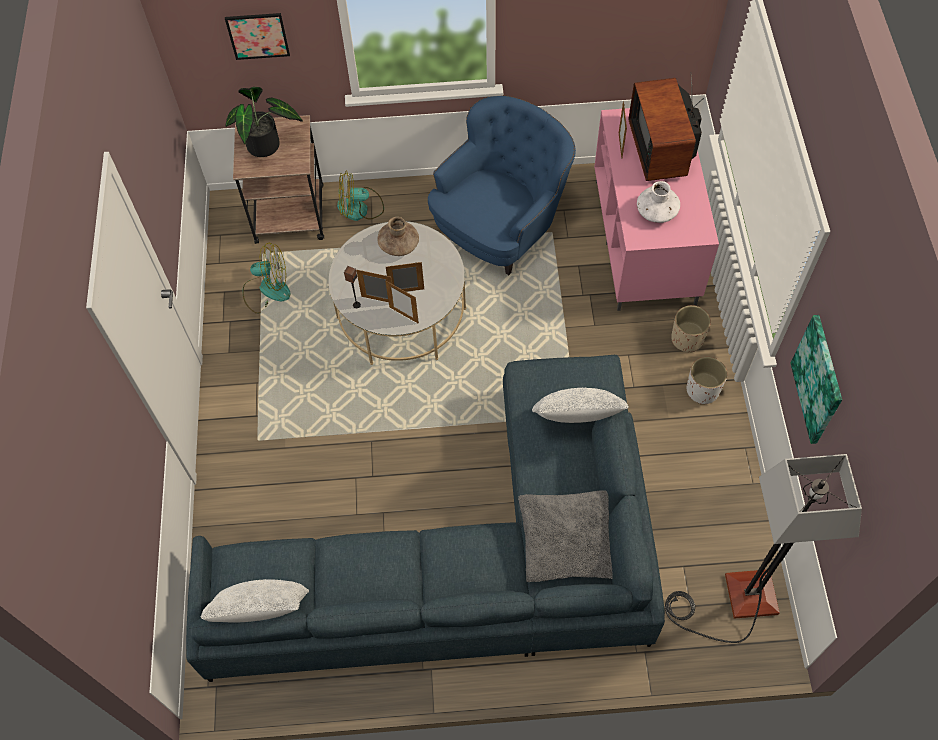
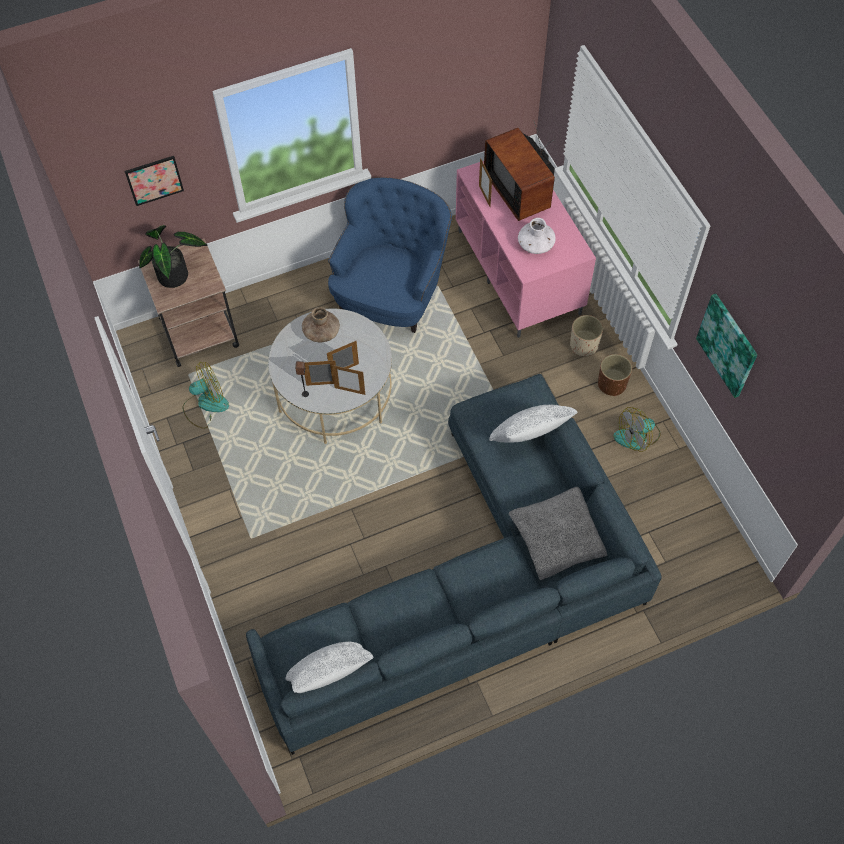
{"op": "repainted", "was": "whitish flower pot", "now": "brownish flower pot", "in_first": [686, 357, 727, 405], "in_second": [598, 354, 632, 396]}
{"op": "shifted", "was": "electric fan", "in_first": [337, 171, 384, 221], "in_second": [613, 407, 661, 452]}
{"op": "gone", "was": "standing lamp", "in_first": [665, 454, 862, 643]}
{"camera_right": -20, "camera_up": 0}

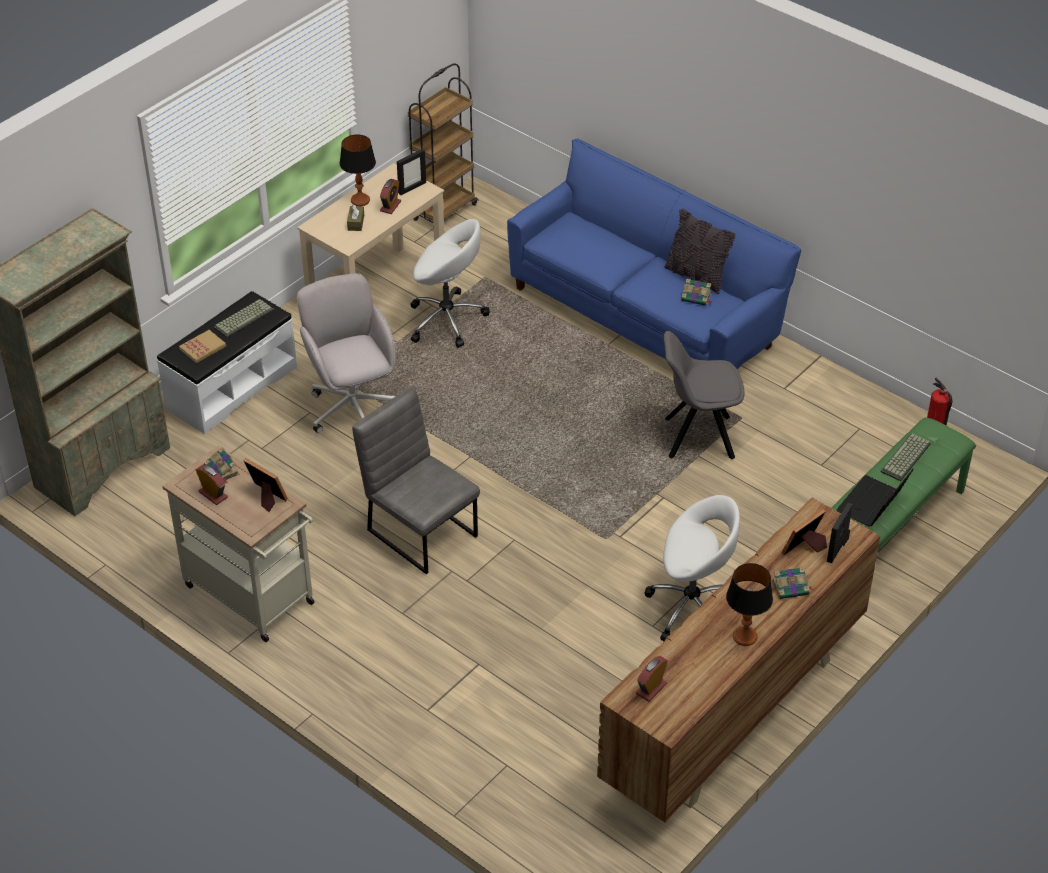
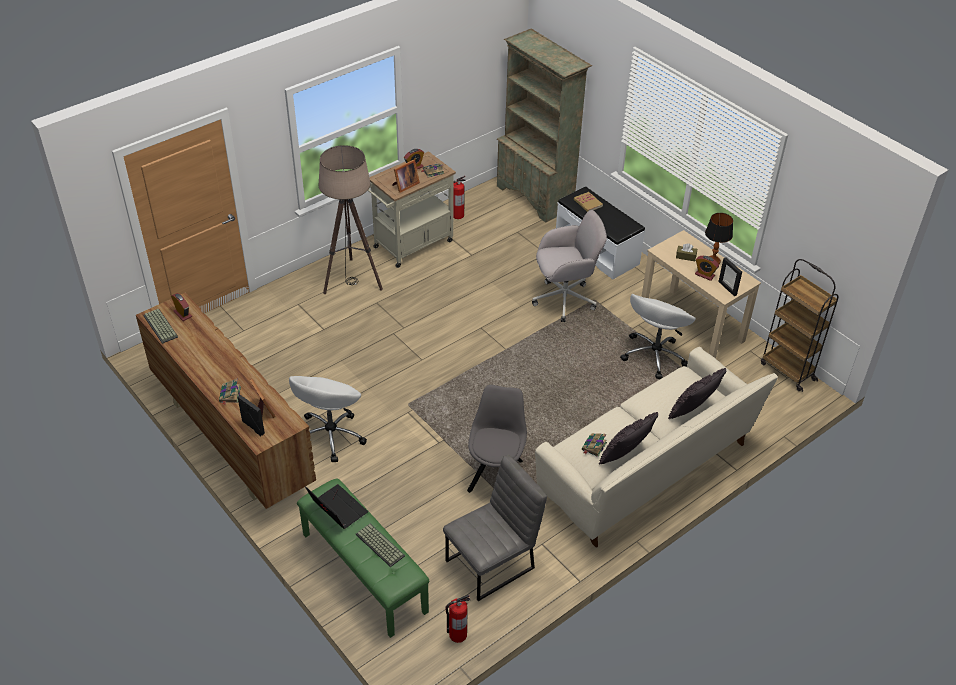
{"op": "shifted", "was": "PC keyboard", "in_first": [214, 299, 274, 338], "in_second": [143, 309, 178, 344]}
{"op": "new", "now": "standing lamp", "in_second": [319, 145, 383, 294]}
{"op": "shifted", "was": "greyish upright chair", "in_first": [352, 388, 480, 574], "in_second": [443, 455, 547, 601]}
{"op": "new", "now": "fire-fighting cylinder", "in_second": [453, 176, 466, 219]}
{"op": "repainted", "was": "blue-coloured couch", "now": "sand-coloured couch", "in_first": [507, 139, 801, 369], "in_second": [535, 347, 778, 548]}
{"op": "new", "now": "black pillow", "in_second": [668, 368, 727, 419]}
{"op": "gone", "was": "table lamp", "in_first": [726, 563, 773, 646]}
{"camera_right": 100, "camera_up": 0}

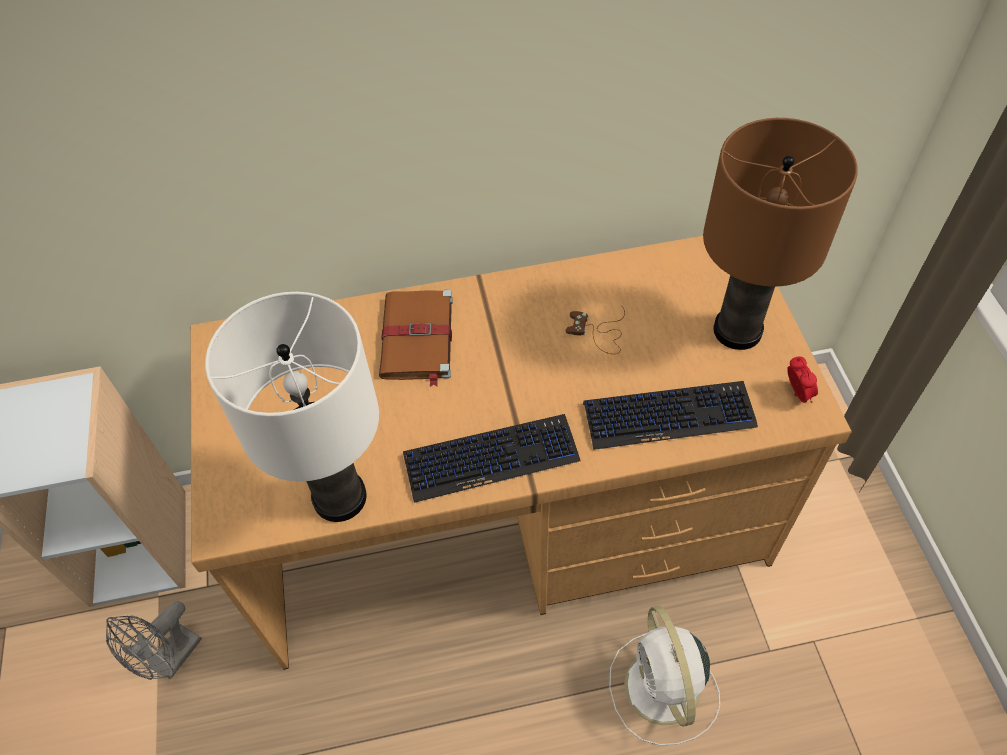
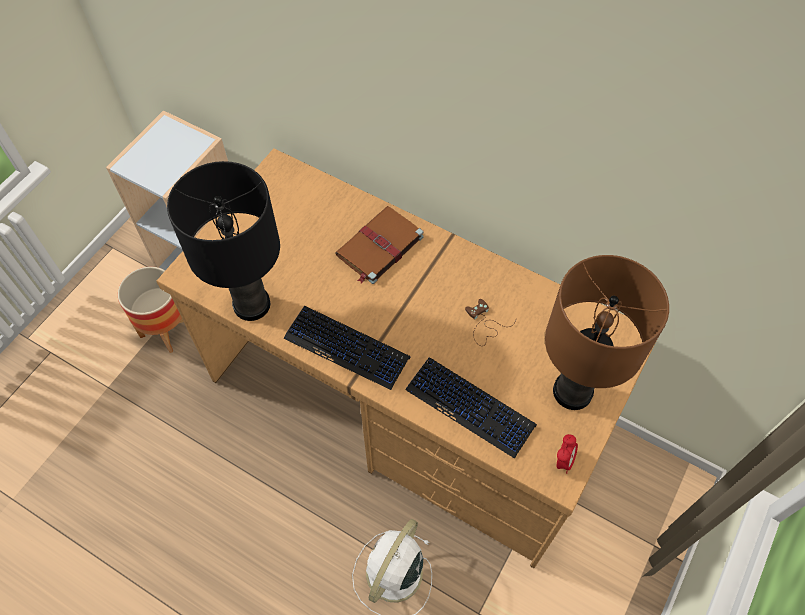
{"op": "swapped", "was": "greyish electric fan", "now": "flower pot", "in_first": [106, 601, 202, 680], "in_second": [118, 267, 184, 353]}
{"op": "repainted", "was": "whitish table lamp", "now": "black table lamp", "in_first": [205, 292, 379, 522], "in_second": [167, 161, 280, 321]}
{"camera_right": 40, "camera_up": 5}

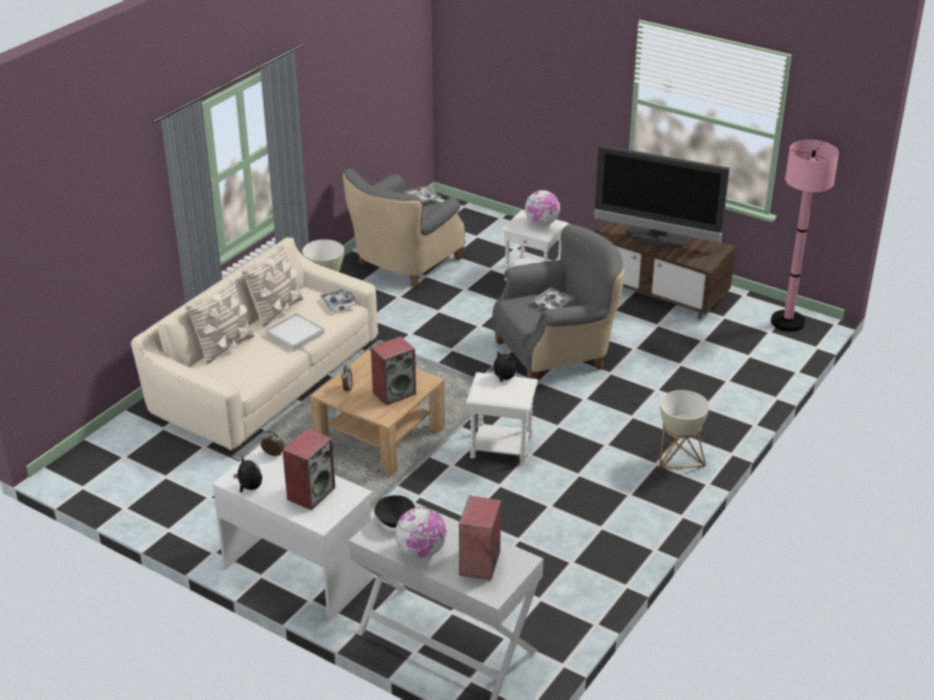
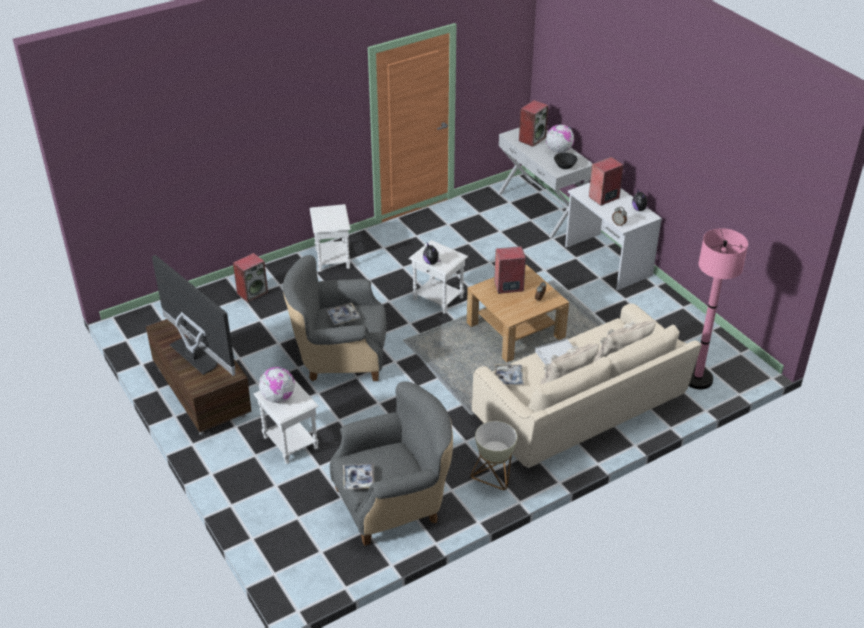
{"op": "new", "now": "loudspeaker", "in_second": [233, 253, 268, 302]}
{"op": "swapped", "was": "flower pot", "now": "whitish end table", "in_first": [659, 390, 709, 469], "in_second": [310, 204, 351, 272]}
{"op": "shifted", "was": "pink-coloured standing lamp", "in_first": [771, 140, 839, 332], "in_second": [689, 228, 748, 389]}
{"camera_right": -155, "camera_up": 5}

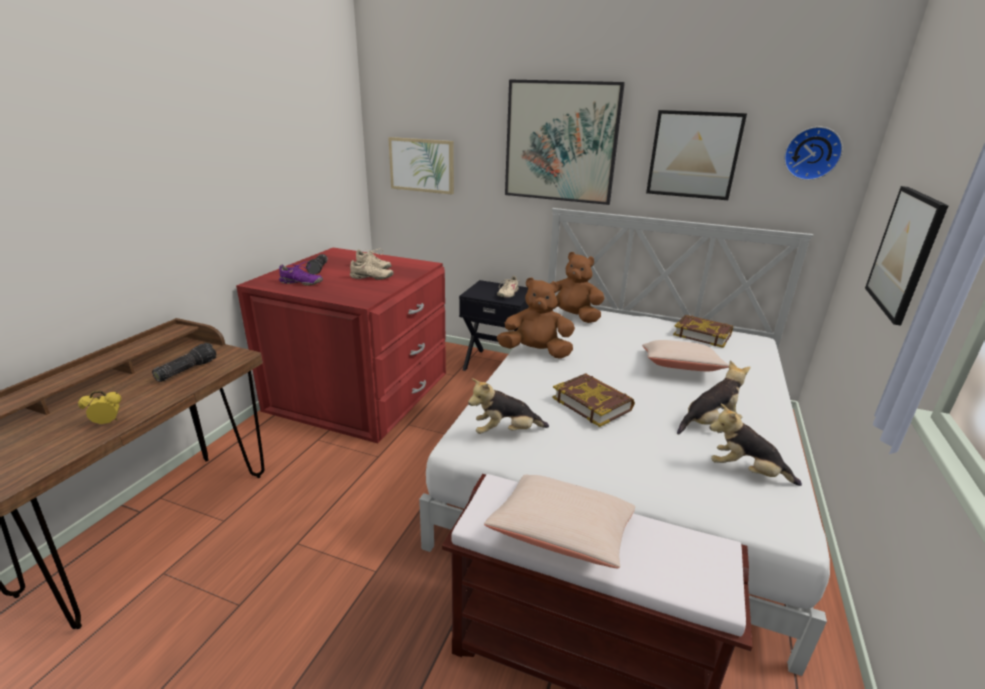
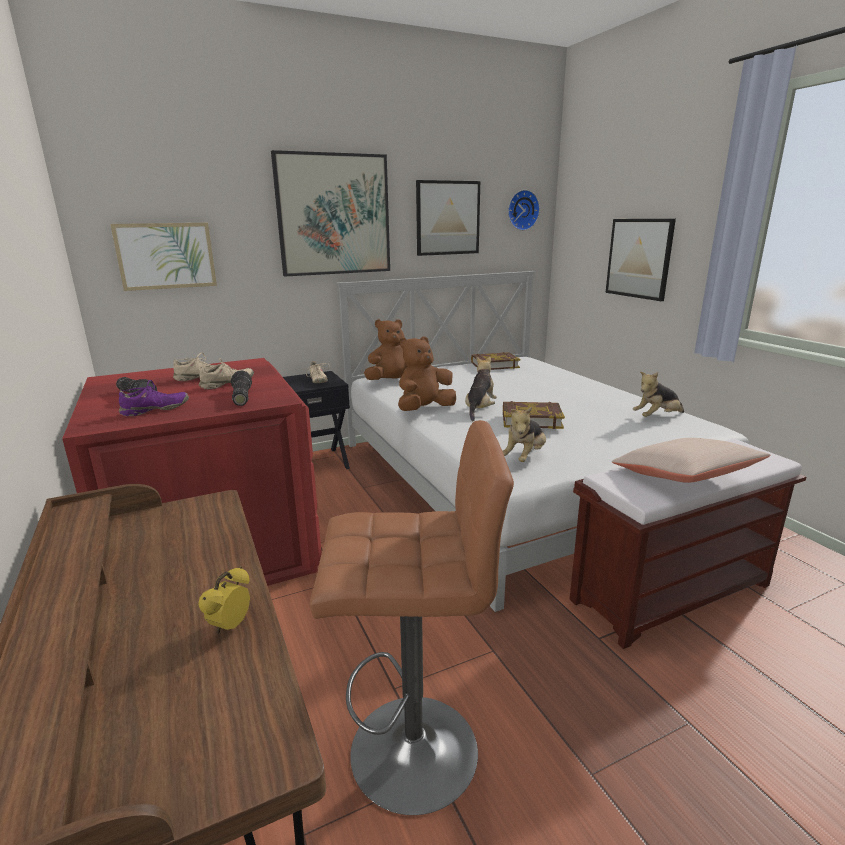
{"op": "shifted", "was": "hand torch", "in_first": [152, 342, 216, 382], "in_second": [231, 370, 252, 406]}
{"op": "new", "now": "brownish stool seat", "in_second": [310, 420, 514, 815]}
{"op": "shifted", "was": "soft toy", "in_first": [677, 360, 750, 435], "in_second": [465, 356, 497, 421]}
{"op": "gone", "was": "sand-coloured pillow", "in_first": [642, 340, 729, 371]}
{"camera_right": -45, "camera_up": -5}

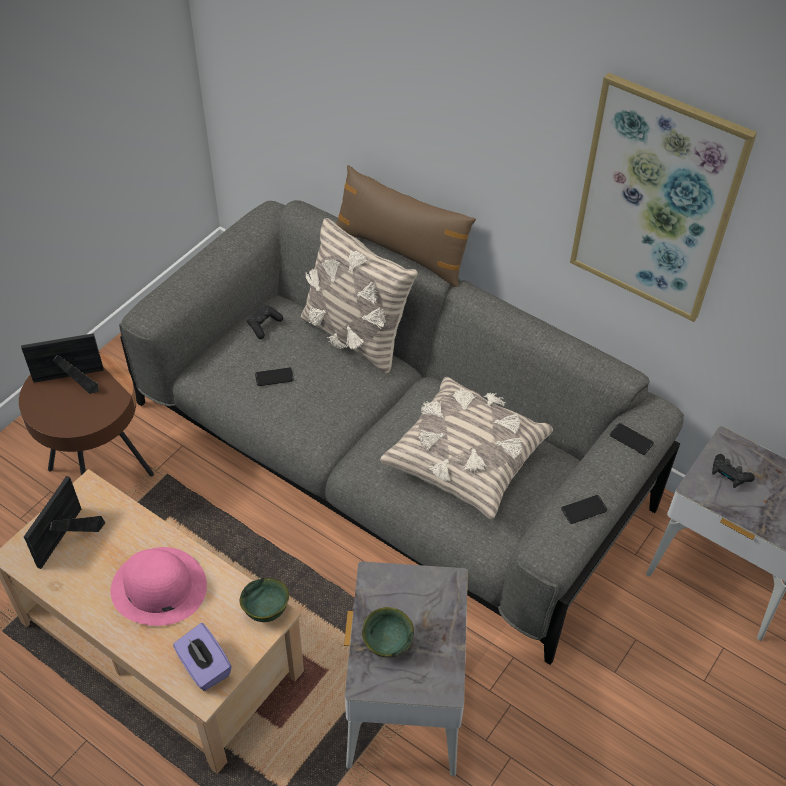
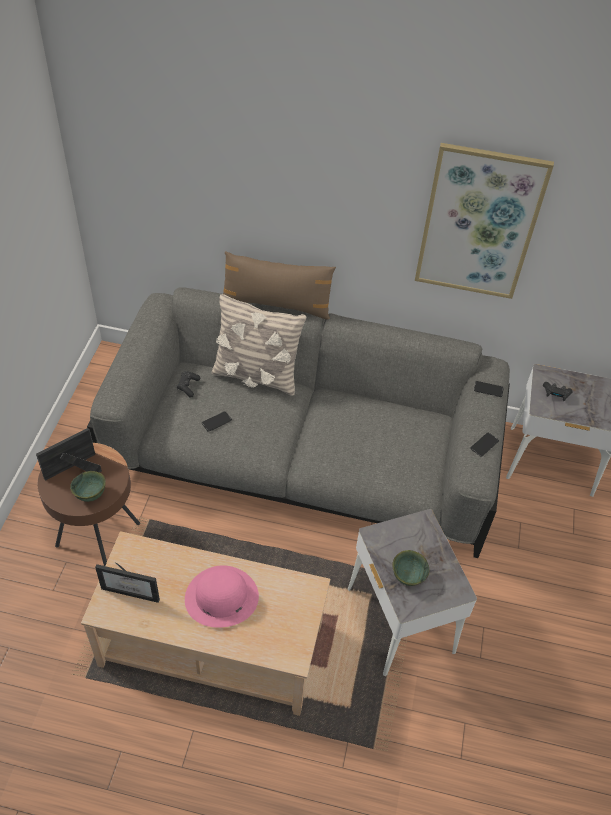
{"op": "shifted", "was": "green deep dish", "in_first": [239, 578, 289, 622], "in_second": [70, 471, 106, 502]}
{"op": "rotated", "was": "standing frame", "in_first": [24, 476, 106, 569], "in_second": [95, 562, 160, 603], "clockwise": -75}
{"op": "gone", "was": "purple tissue holder", "in_first": [173, 623, 232, 691]}
{"op": "gone", "was": "sand-coloured pillow", "in_first": [380, 377, 553, 520]}
{"camera_right": -25, "camera_up": 0}

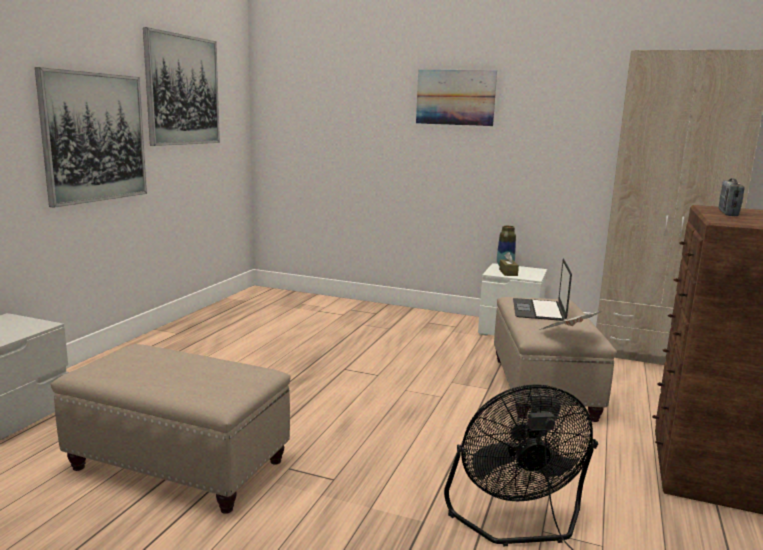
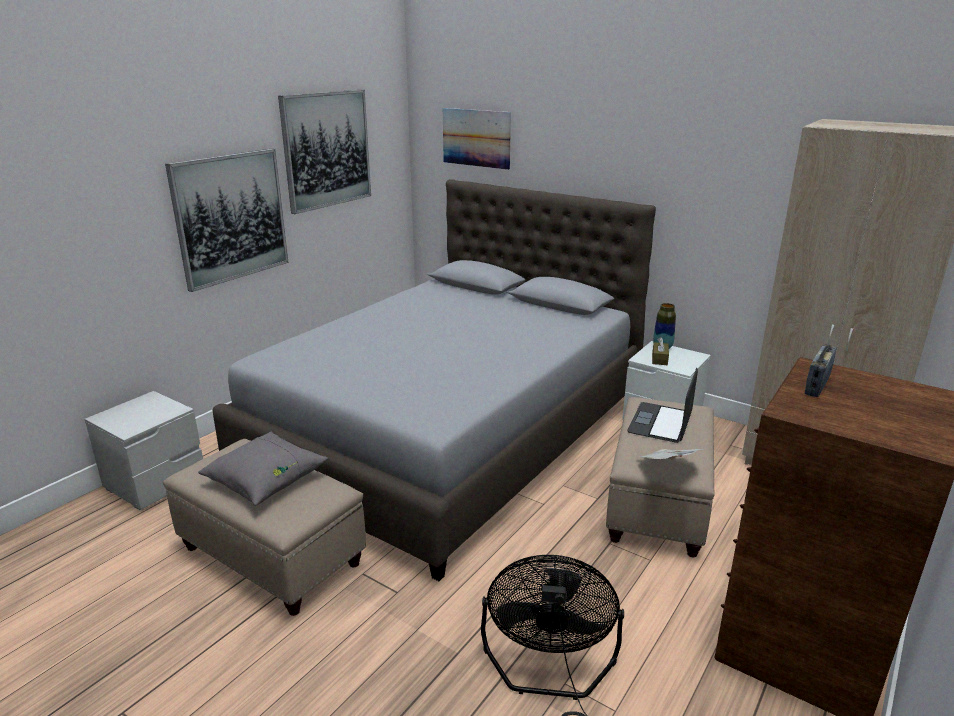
{"op": "new", "now": "greyish pillow", "in_second": [198, 432, 328, 506]}
{"op": "new", "now": "greyish bedroom bed", "in_second": [212, 179, 656, 581]}
{"op": "shifted", "was": "wall picture", "in_first": [416, 70, 497, 126], "in_second": [443, 108, 511, 170]}
{"camera_right": 15, "camera_up": 10}

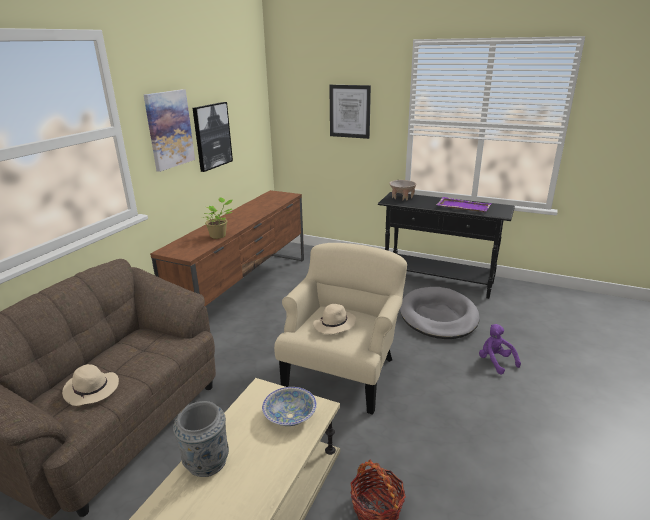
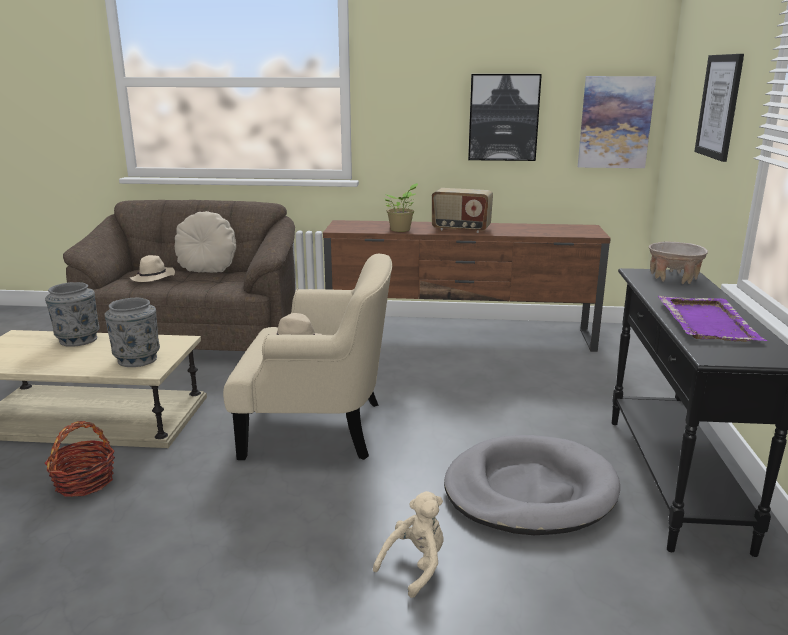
{"op": "swapped", "was": "deep dish", "now": "greyish vase", "in_first": [262, 387, 317, 426], "in_second": [105, 298, 160, 367]}
{"op": "new", "now": "sand-coloured pillow", "in_second": [175, 211, 236, 273]}
{"op": "repainted", "was": "purple soft toy", "now": "sand-coloured soft toy", "in_first": [479, 324, 521, 374], "in_second": [373, 491, 444, 598]}
{"op": "new", "now": "radio receiver", "in_second": [432, 188, 493, 233]}
{"op": "shifted", "was": "wall picture", "in_first": [144, 89, 195, 172], "in_second": [578, 76, 656, 168]}
{"camera_right": 70, "camera_up": -5}

